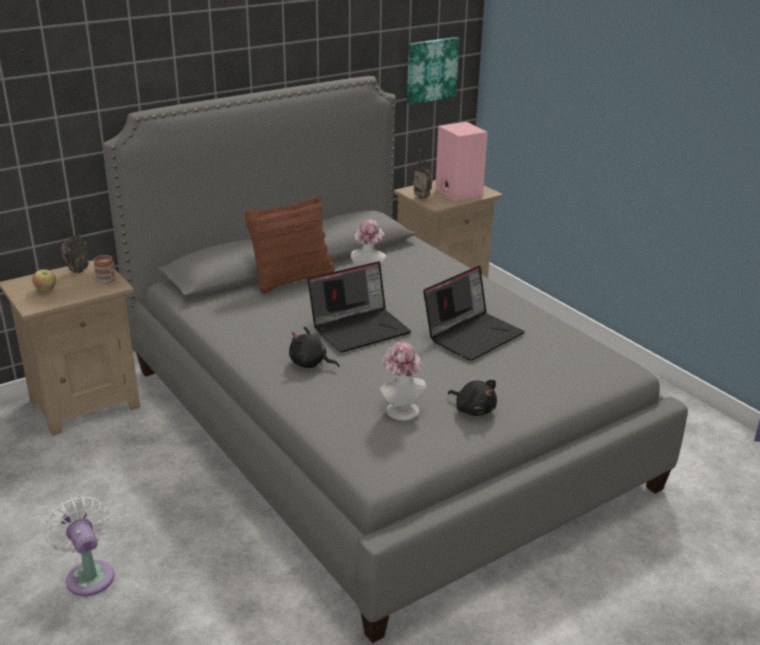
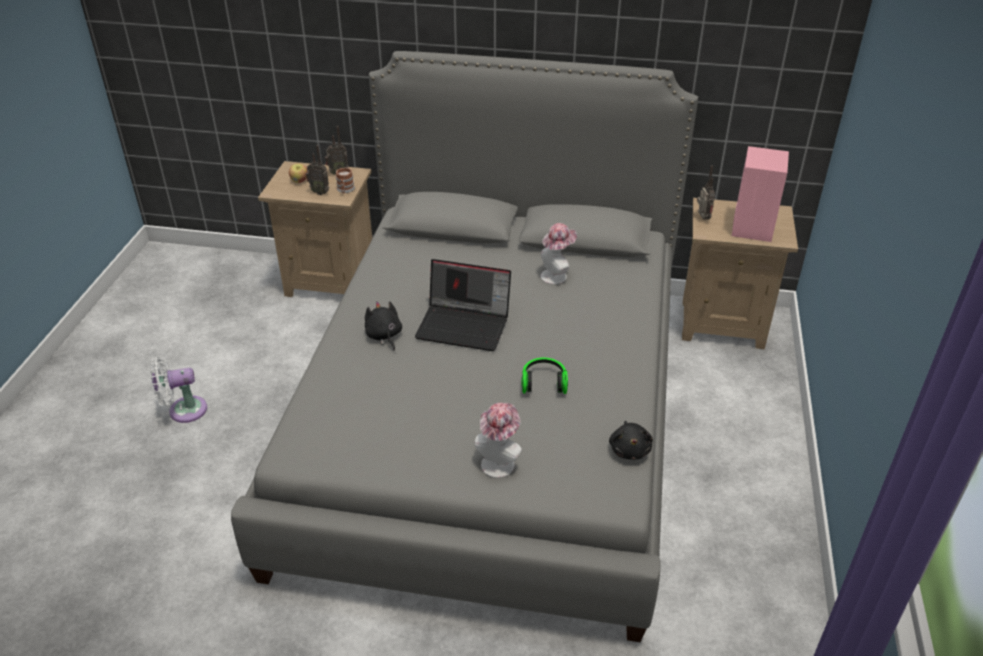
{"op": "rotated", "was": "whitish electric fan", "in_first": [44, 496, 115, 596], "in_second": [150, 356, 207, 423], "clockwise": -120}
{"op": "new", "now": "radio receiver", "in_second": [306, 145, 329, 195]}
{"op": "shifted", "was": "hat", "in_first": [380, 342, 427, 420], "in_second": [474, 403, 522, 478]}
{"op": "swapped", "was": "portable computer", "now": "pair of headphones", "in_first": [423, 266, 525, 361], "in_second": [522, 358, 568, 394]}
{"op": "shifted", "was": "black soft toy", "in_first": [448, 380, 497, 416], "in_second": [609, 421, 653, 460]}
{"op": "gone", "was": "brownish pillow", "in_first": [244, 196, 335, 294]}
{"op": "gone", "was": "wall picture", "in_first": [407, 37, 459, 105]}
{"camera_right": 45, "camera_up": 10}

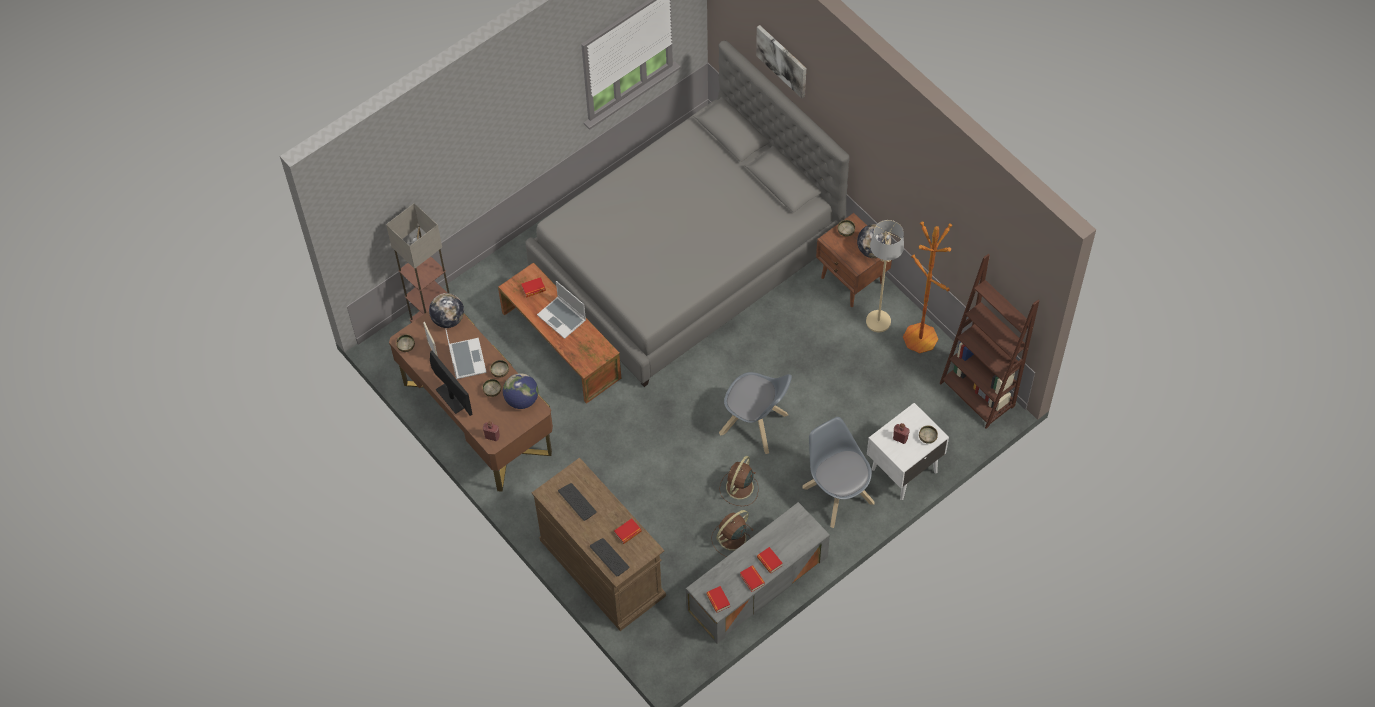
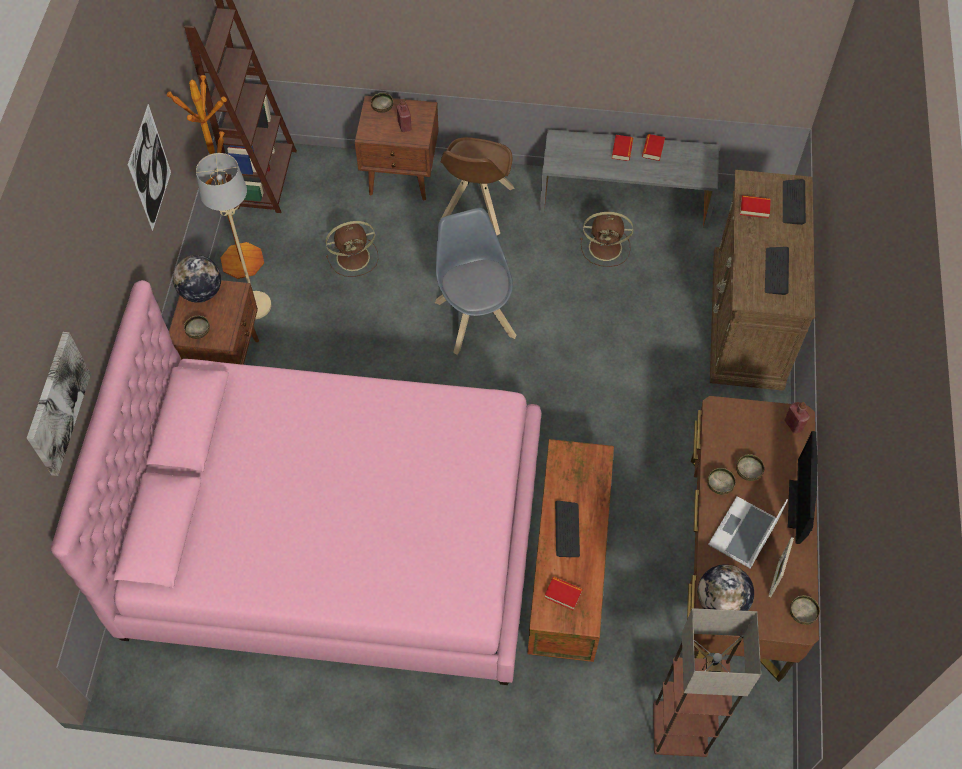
{"op": "repainted", "was": "greyish bedroom bed", "now": "pink-coloured bedroom bed", "in_first": [525, 41, 849, 387], "in_second": [51, 280, 541, 685]}
{"op": "new", "now": "wall picture", "in_second": [128, 104, 171, 231]}
{"op": "shifted", "was": "brownish electric fan", "in_first": [719, 456, 758, 506], "in_second": [325, 221, 379, 277]}
{"op": "repainted", "was": "whitish nightstand", "now": "brownish nightstand", "in_first": [867, 403, 949, 500], "in_second": [355, 96, 439, 200]}
{"op": "repainted", "was": "greyish upright chair", "now": "brownish upright chair", "in_first": [802, 417, 874, 528], "in_second": [440, 137, 514, 235]}
{"op": "swapped", "was": "portable computer", "now": "PC keyboard", "in_first": [537, 281, 586, 339], "in_second": [555, 501, 580, 557]}
{"op": "gone", "was": "desk globe", "in_first": [503, 373, 538, 409]}
{"op": "gone", "was": "bound book", "in_first": [706, 586, 730, 613]}
{"camera_right": -135, "camera_up": 0}

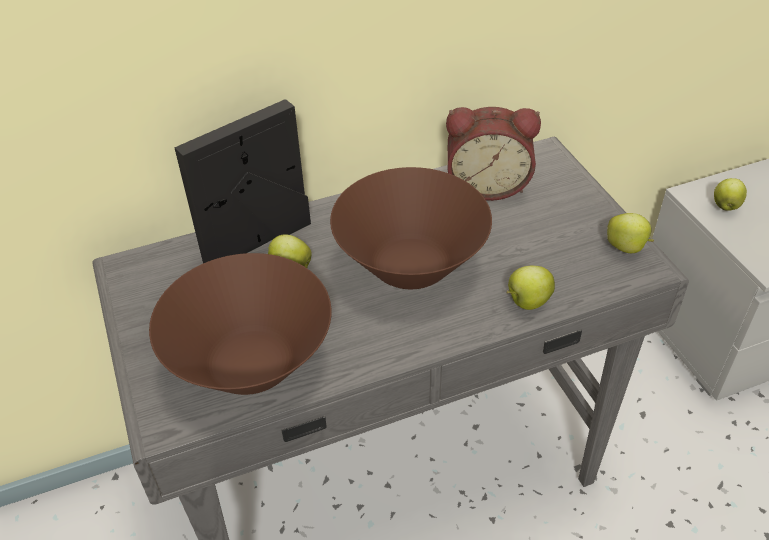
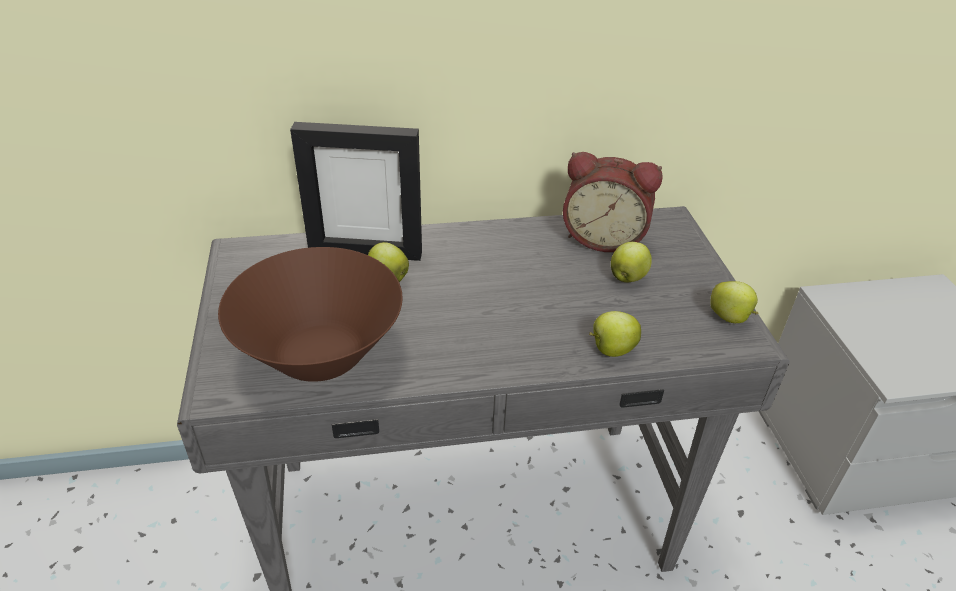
{"op": "rotated", "was": "standing frame", "in_first": [174, 99, 311, 263], "in_second": [290, 122, 422, 261], "clockwise": -150}
{"op": "shifted", "was": "whole apple", "in_first": [714, 178, 747, 211], "in_second": [611, 242, 652, 282]}
{"op": "gone", "was": "brownish deep dish", "in_first": [330, 167, 492, 289]}
{"camera_right": 10, "camera_up": -5}

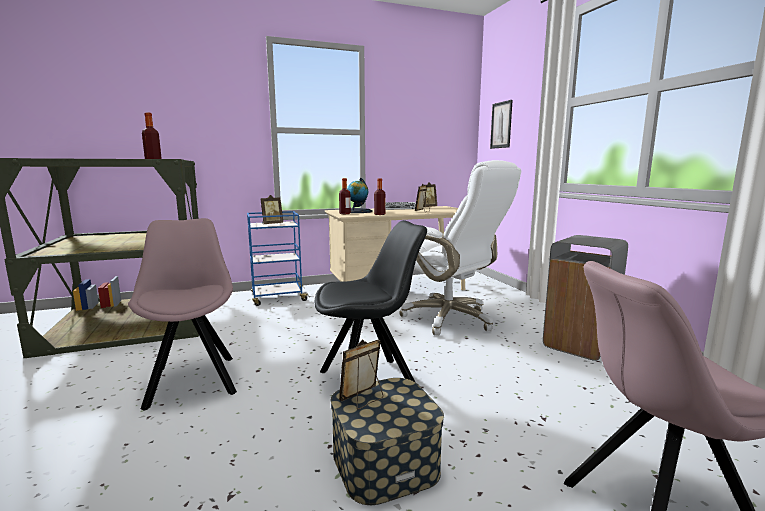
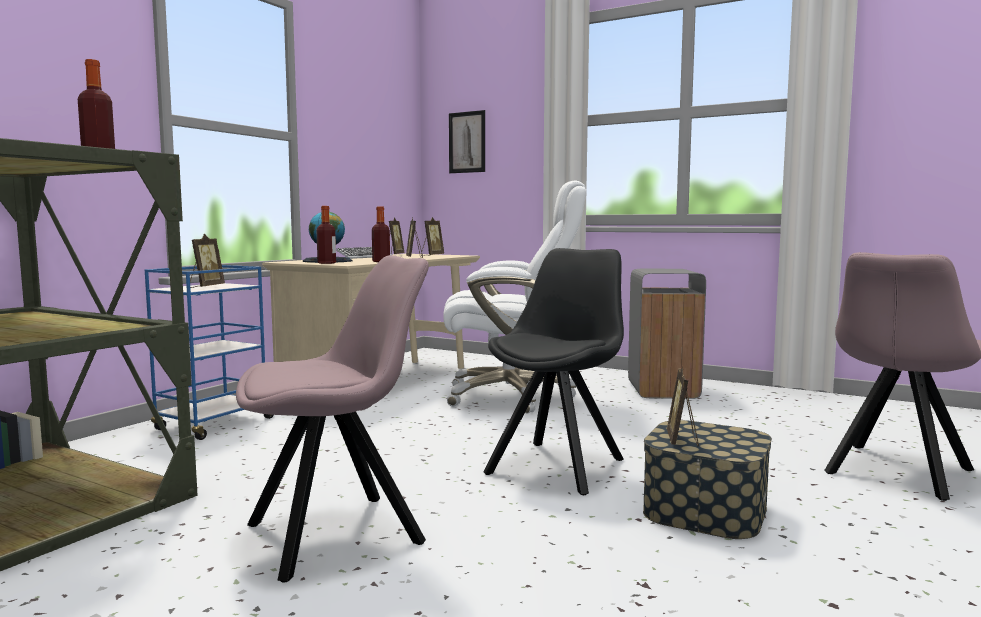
{"op": "rotated", "was": "pink-coloured upright chair", "in_first": [128, 218, 237, 411], "in_second": [236, 255, 429, 583], "clockwise": 120}
{"op": "new", "now": "standing frame", "in_second": [421, 217, 444, 256]}
{"camera_right": -40, "camera_up": -5}

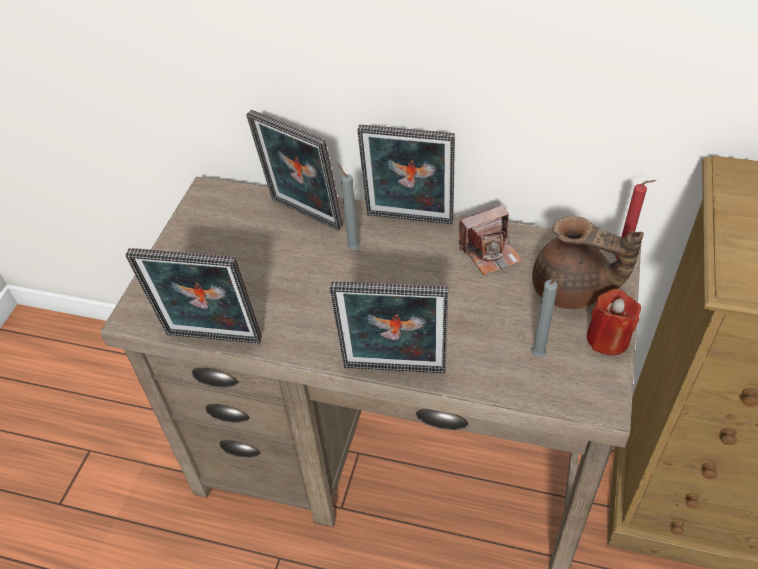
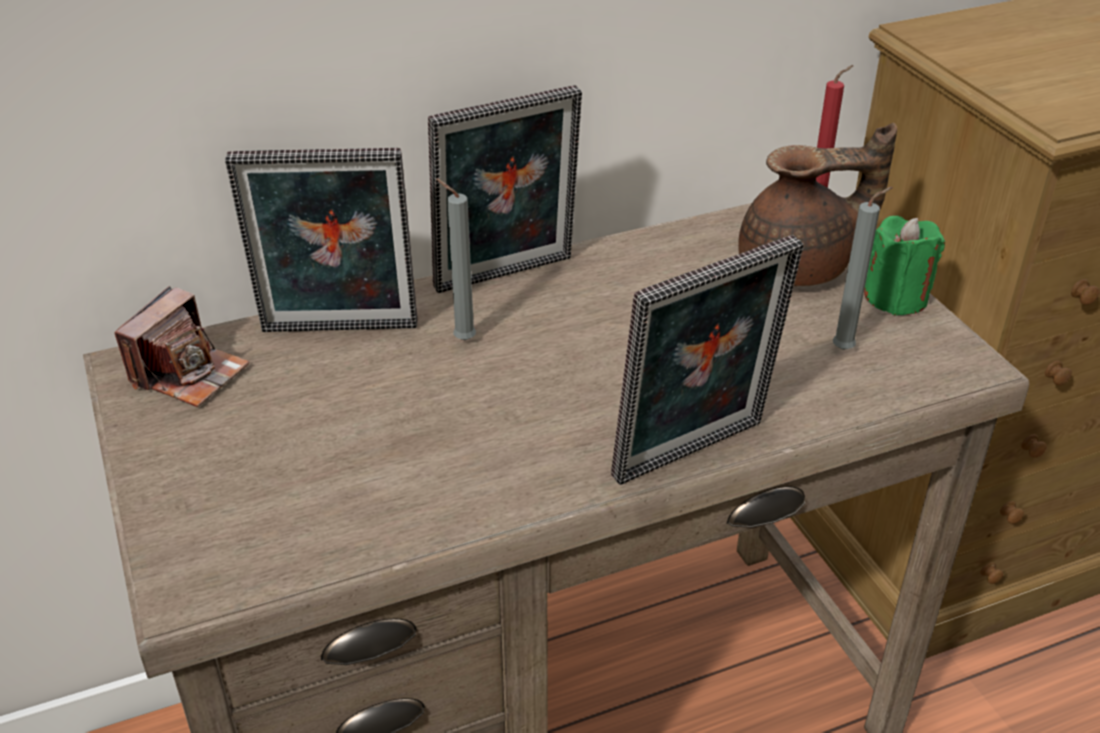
{"op": "shifted", "was": "still camera", "in_first": [459, 203, 523, 275], "in_second": [114, 286, 249, 407]}
{"op": "repainted", "was": "reddish candle", "now": "green candle", "in_first": [587, 289, 641, 355], "in_second": [864, 216, 945, 316]}
{"op": "gone", "was": "standing frame", "in_first": [126, 248, 262, 344]}
{"camera_right": -40, "camera_up": -10}

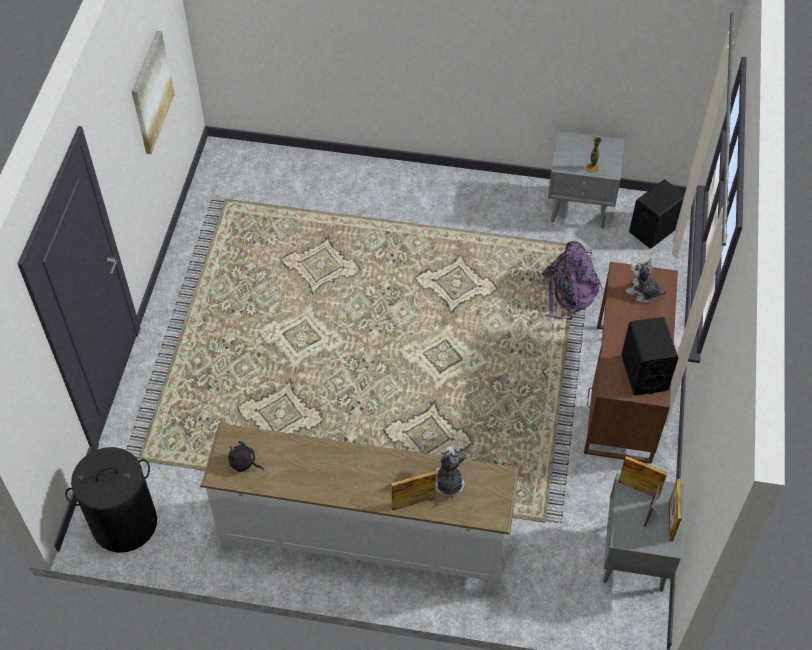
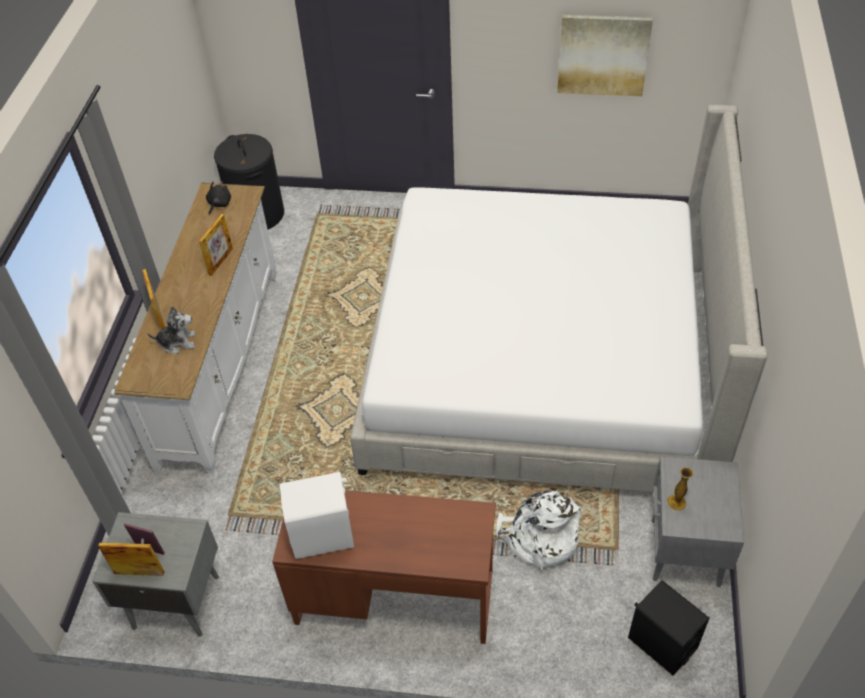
{"op": "shifted", "was": "standing frame", "in_first": [618, 456, 667, 499], "in_second": [199, 214, 233, 276]}
{"op": "repainted", "was": "black loudspeaker", "now": "whitish loudspeaker", "in_first": [621, 317, 678, 395], "in_second": [280, 472, 354, 559]}
{"op": "new", "now": "bedroom bed", "in_second": [350, 105, 768, 492]}
{"op": "repainted", "was": "purple backpack", "now": "whitish backpack", "in_first": [542, 241, 603, 320], "in_second": [496, 490, 581, 570]}
{"op": "gone", "was": "soft toy", "in_first": [625, 258, 666, 303]}
{"camera_right": 90, "camera_up": -5}

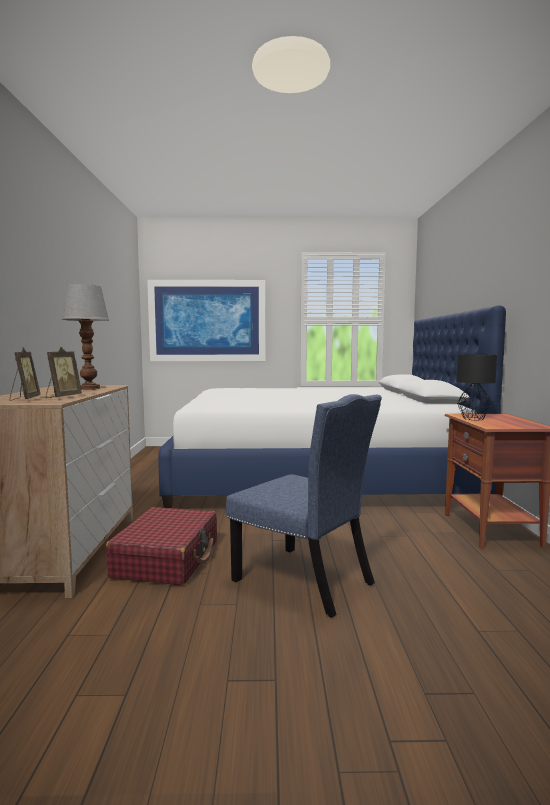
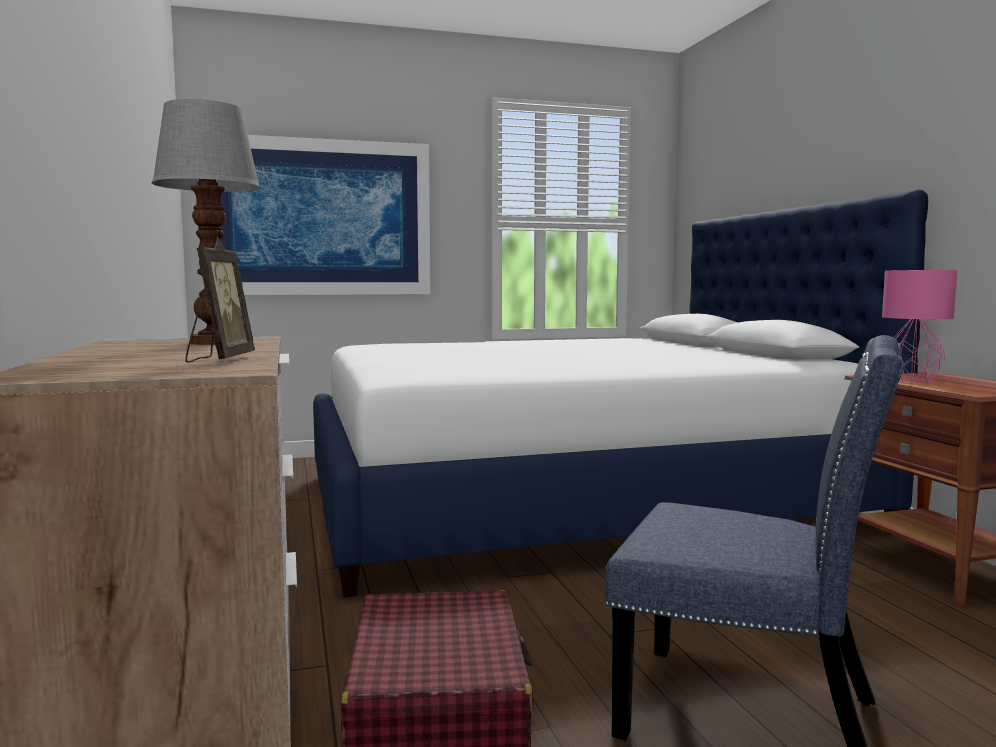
{"op": "repainted", "was": "black table lamp", "now": "pink-coloured table lamp", "in_first": [456, 354, 497, 420], "in_second": [882, 270, 957, 384]}
{"op": "gone", "was": "standing frame", "in_first": [9, 347, 41, 401]}
{"camera_right": -15, "camera_up": 0}

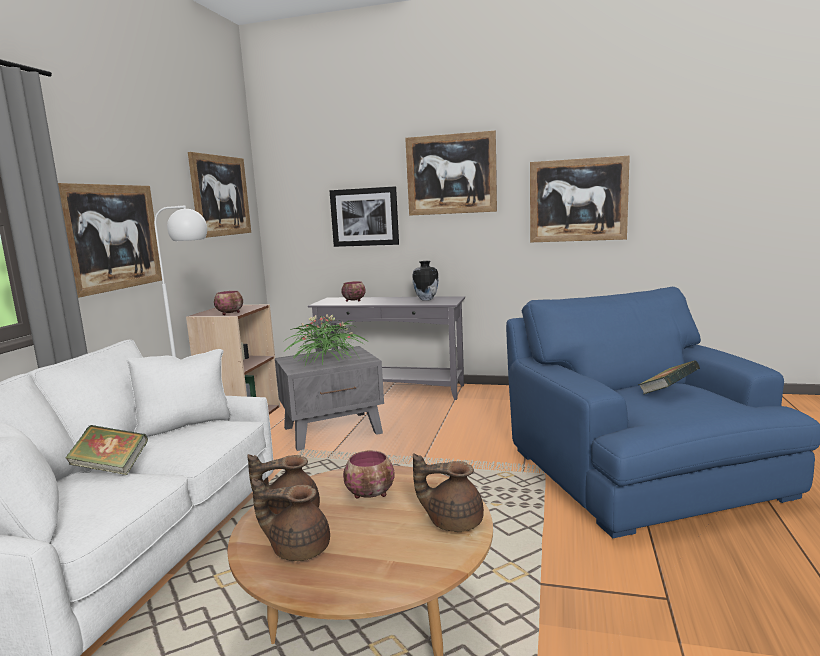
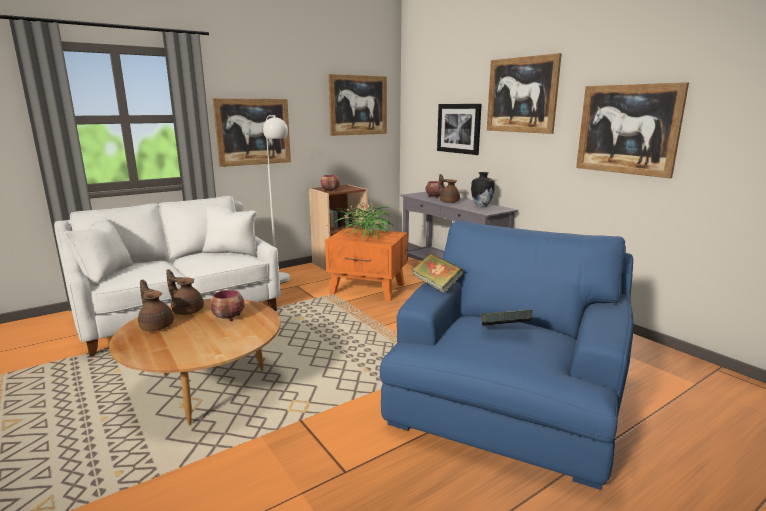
{"op": "repainted", "was": "greyish end table", "now": "orange end table", "in_first": [275, 346, 384, 451], "in_second": [325, 228, 407, 301]}
{"op": "shifted", "was": "bound book", "in_first": [66, 425, 148, 475], "in_second": [411, 253, 464, 293]}
{"op": "shifted", "was": "brownish teapot", "in_first": [413, 453, 484, 532], "in_second": [439, 174, 460, 203]}
{"camera_right": 40, "camera_up": 5}

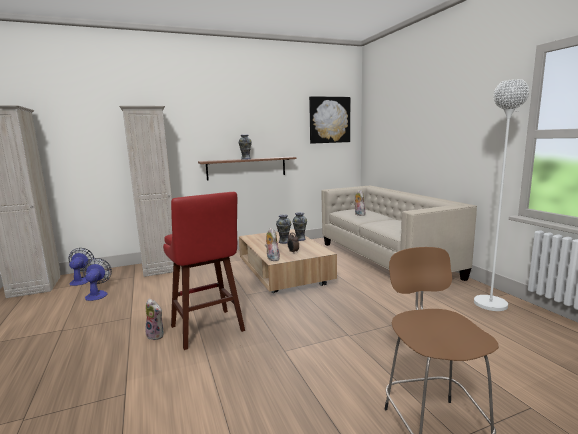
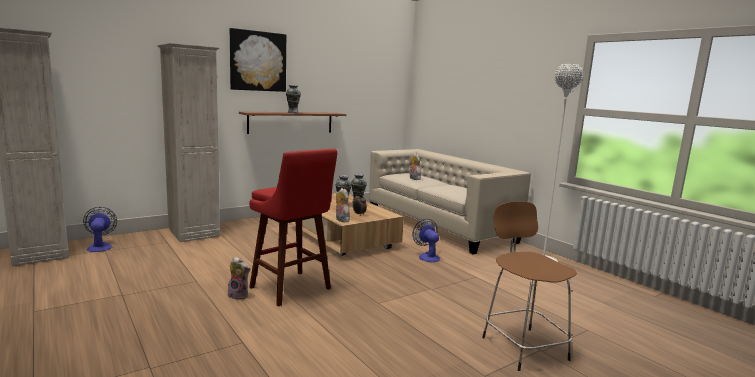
{"op": "shifted", "was": "wall picture", "in_first": [309, 96, 350, 144], "in_second": [230, 28, 286, 92]}
{"op": "shifted", "was": "electric fan", "in_first": [83, 258, 112, 301], "in_second": [413, 219, 440, 262]}
{"camera_right": -15, "camera_up": 0}

